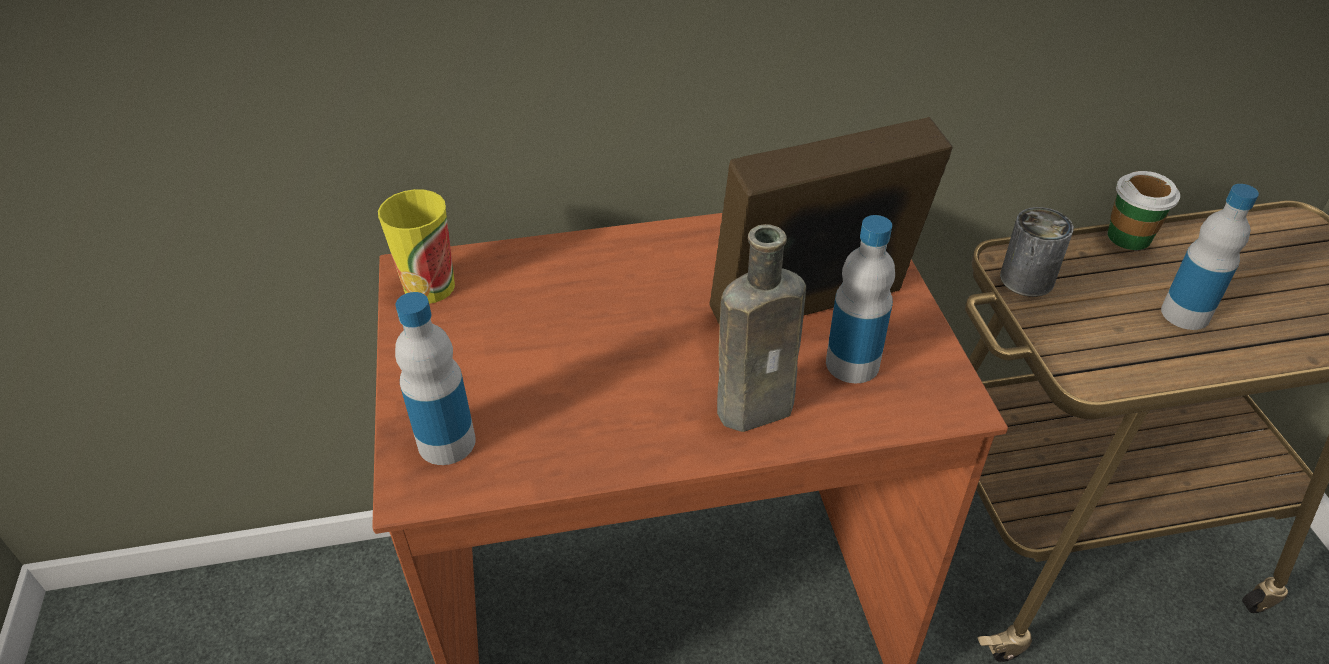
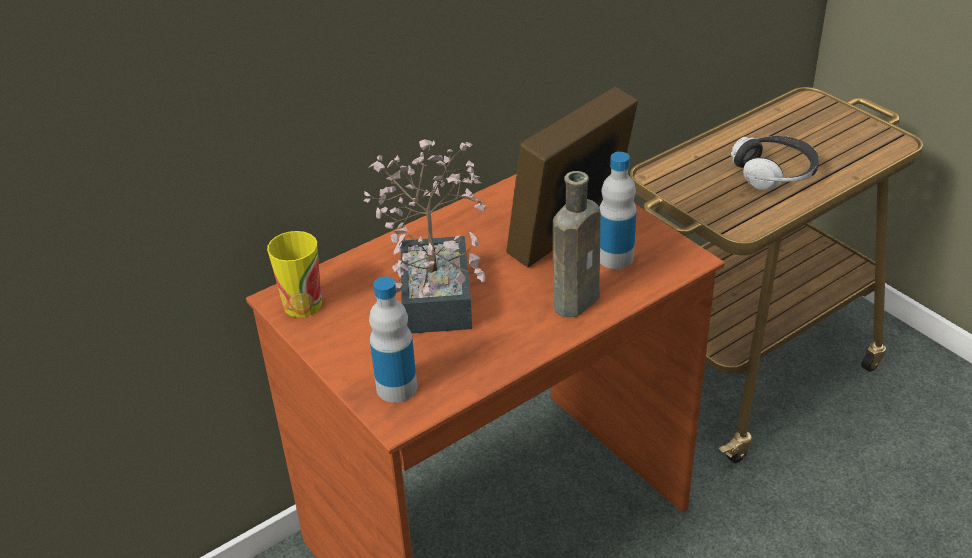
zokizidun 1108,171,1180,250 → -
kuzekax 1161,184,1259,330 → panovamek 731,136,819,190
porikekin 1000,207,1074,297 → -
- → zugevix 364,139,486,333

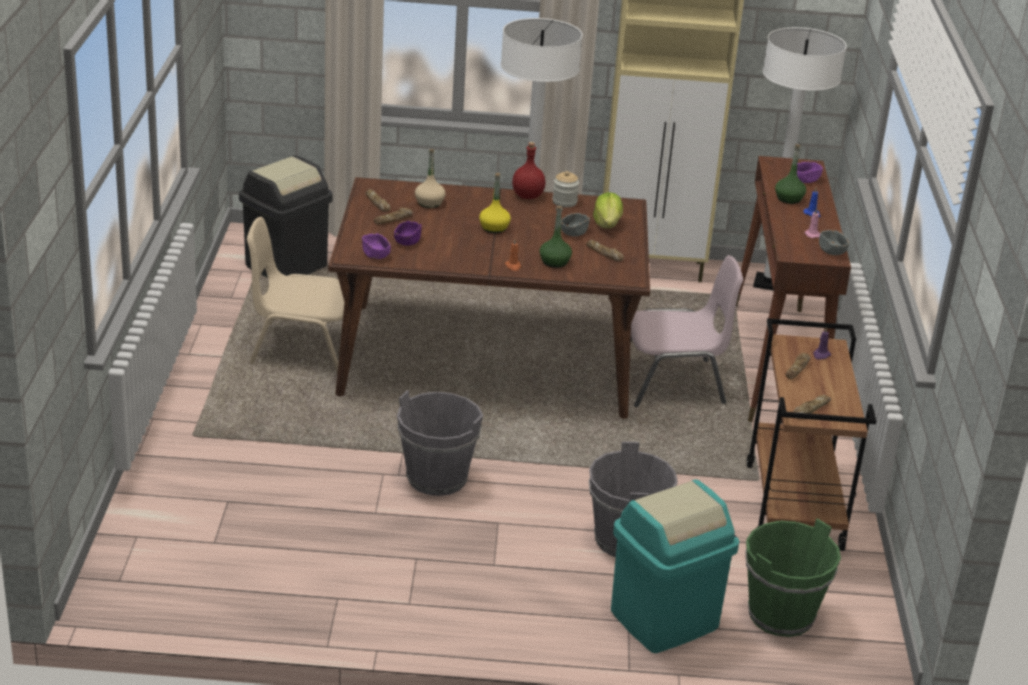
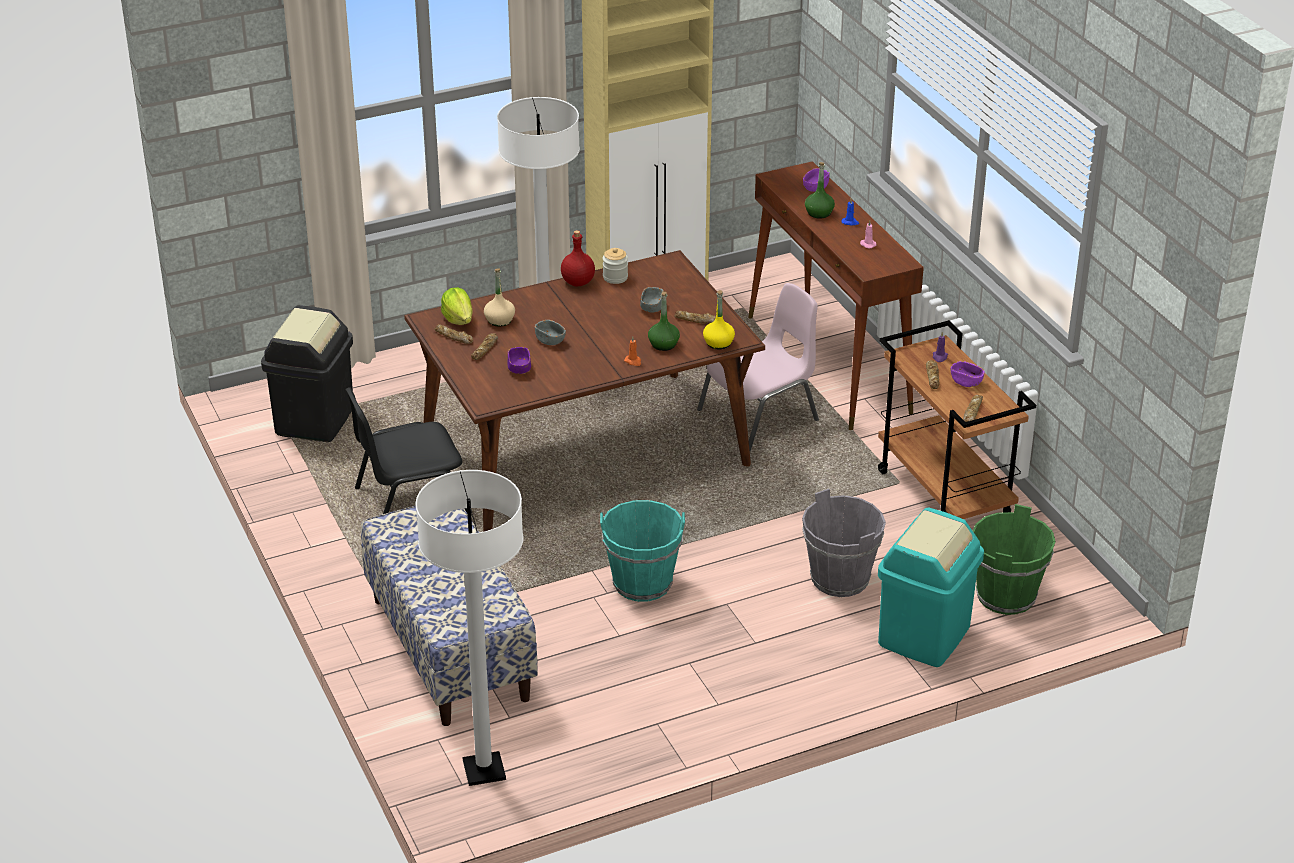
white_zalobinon 753,27,847,291 → white_zalobinon 415,470,524,786, relocated
yellow_kuzekax 479,173,511,233 → yellow_kuzekax 703,290,735,349, relocated
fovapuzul 593,192,623,228 → fovapuzul 441,287,472,325, relocated
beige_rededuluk 247,217,345,373 → black_rededuluk 345,387,467,516
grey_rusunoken 819,230,849,255 → grey_rusunoken 535,320,566,345, relocated
purple_rusunoken 362,234,391,259 → purple_rusunoken 951,361,985,387, relocated
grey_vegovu 397,390,483,496 → turquoise_vegovu 600,500,685,602
- → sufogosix 361,506,538,726

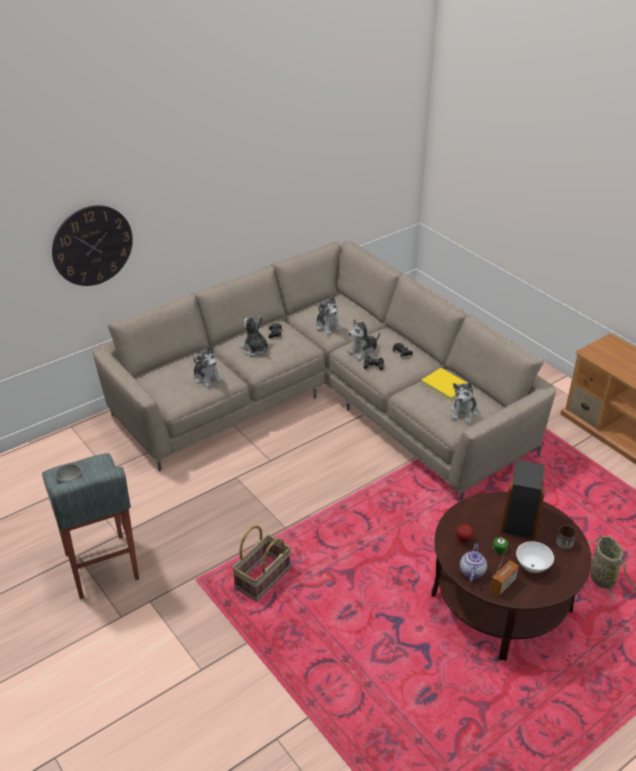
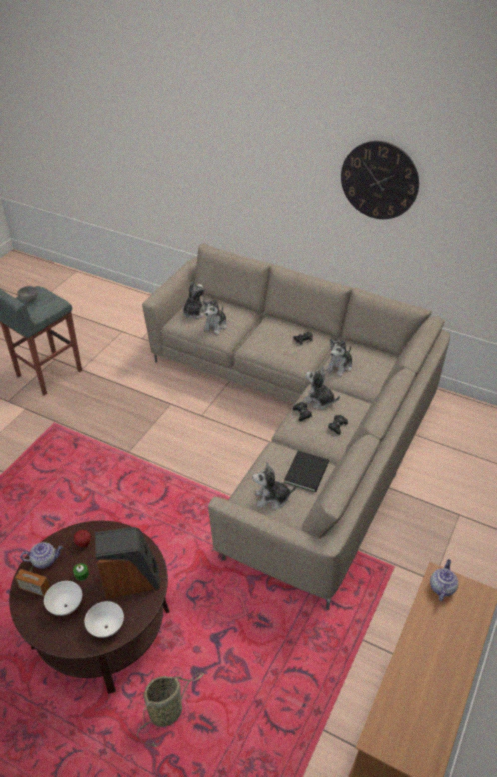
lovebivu 52,205,133,286 → lovebivu 341,141,419,219, relocated
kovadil 241,315,268,356 → kovadil 183,282,205,319, relocated
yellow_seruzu 421,368,467,401 → black_seruzu 284,451,329,492
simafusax 556,525,576,549 → white_rusunoken 84,601,124,638
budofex 232,526,291,602 → -
- → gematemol 430,559,458,601

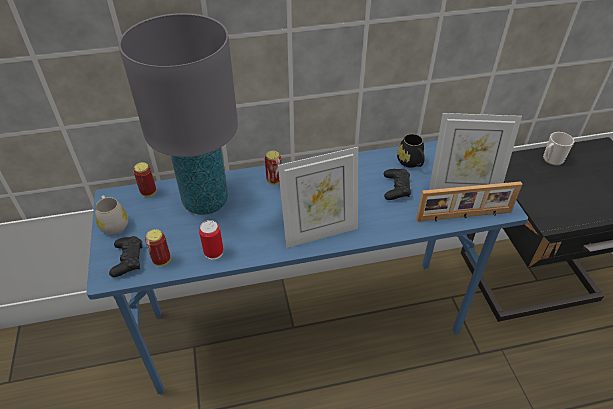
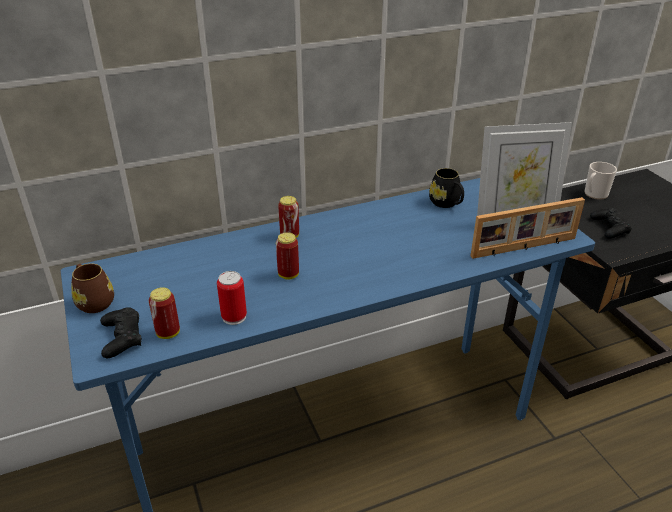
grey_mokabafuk 119,13,238,215 → -
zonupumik 278,147,358,248 → -
porikekin 134,162,156,197 → porikekin 276,232,299,280, relocated
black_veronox 384,169,411,200 → black_veronox 590,208,632,239, relocated
white_simafusax 95,195,128,235 → brown_simafusax 71,263,114,313

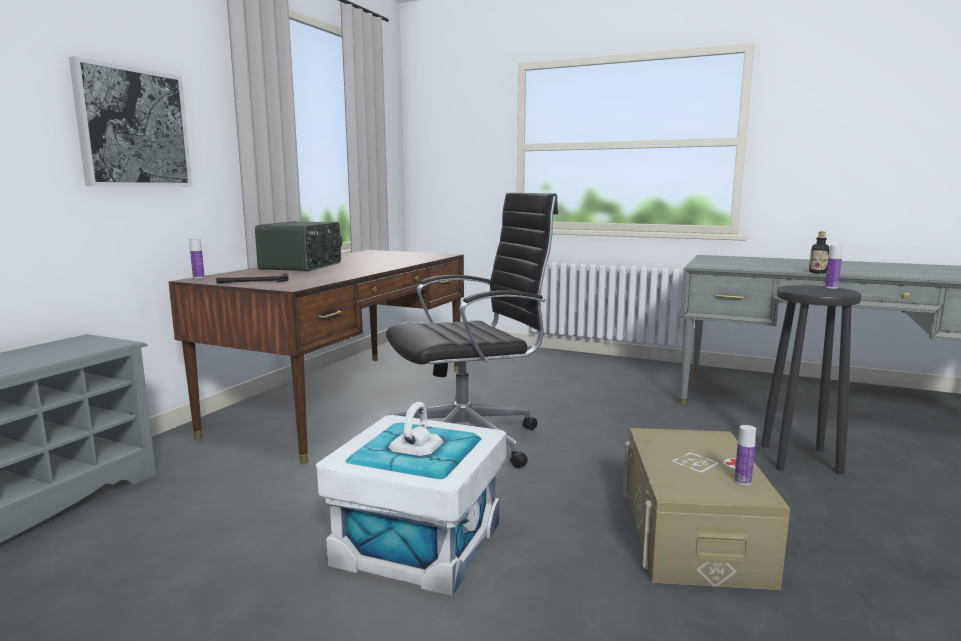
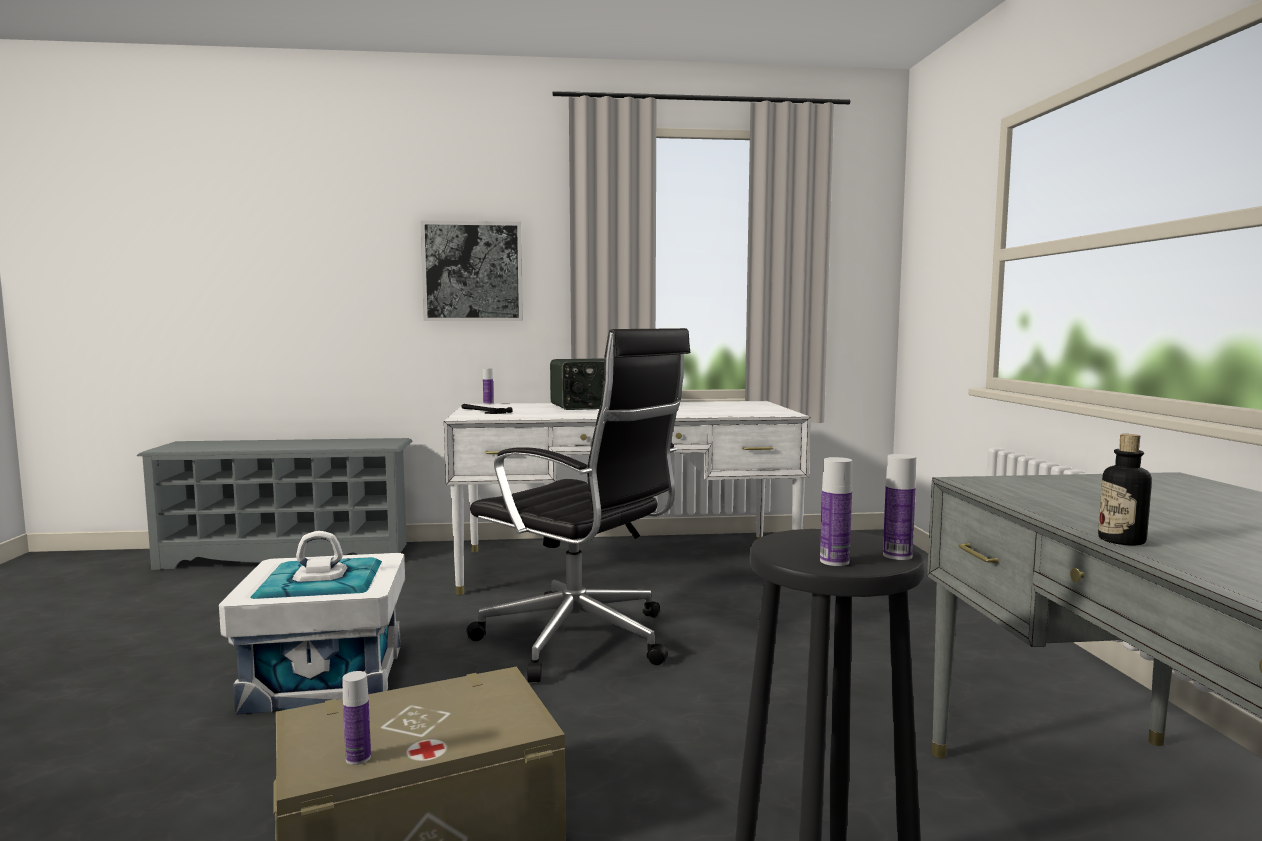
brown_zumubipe 169,250,464,464 → white_zumubipe 444,401,811,595
- → kuzekax 820,457,852,566

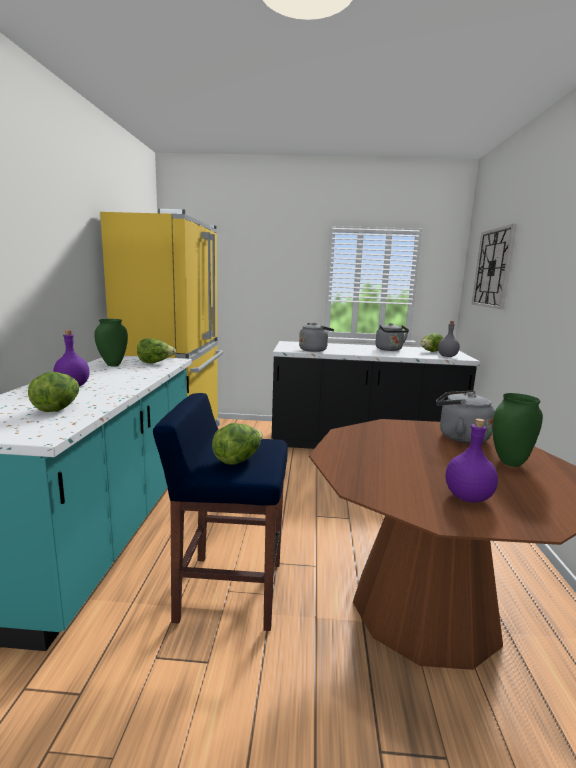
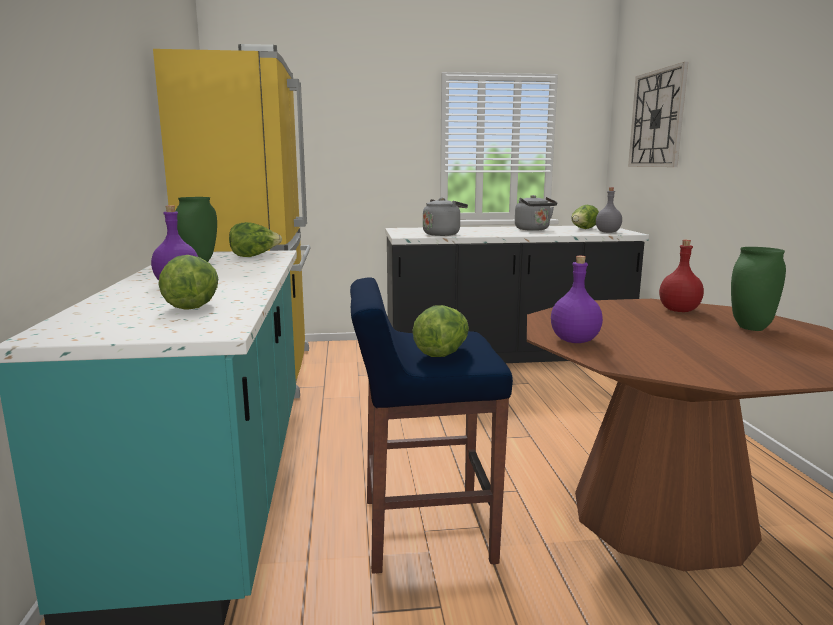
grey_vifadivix 436,391,495,444 → red_kuzekax 659,240,704,312
purple_kuzekax 446,419,498,502 → purple_kuzekax 551,256,603,343, relocated

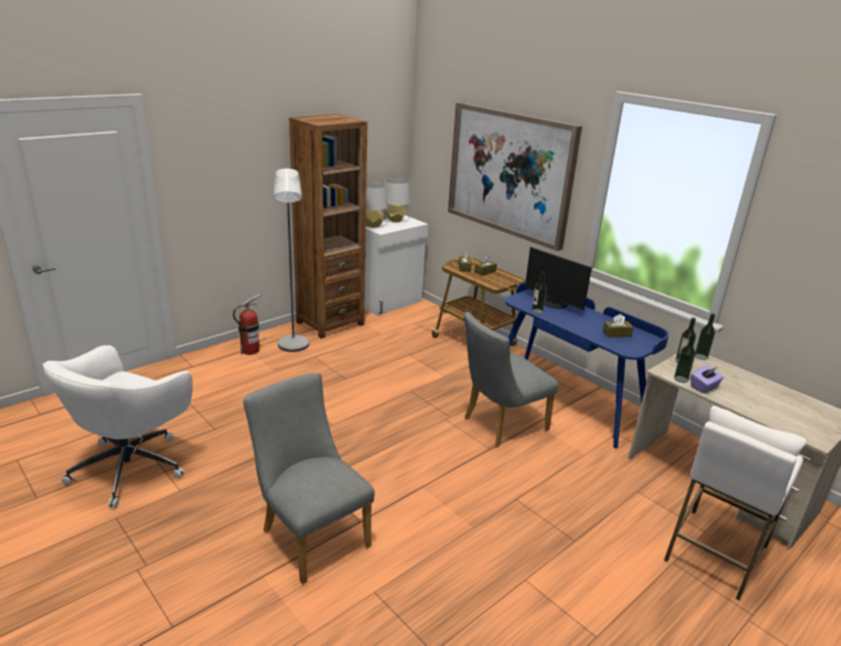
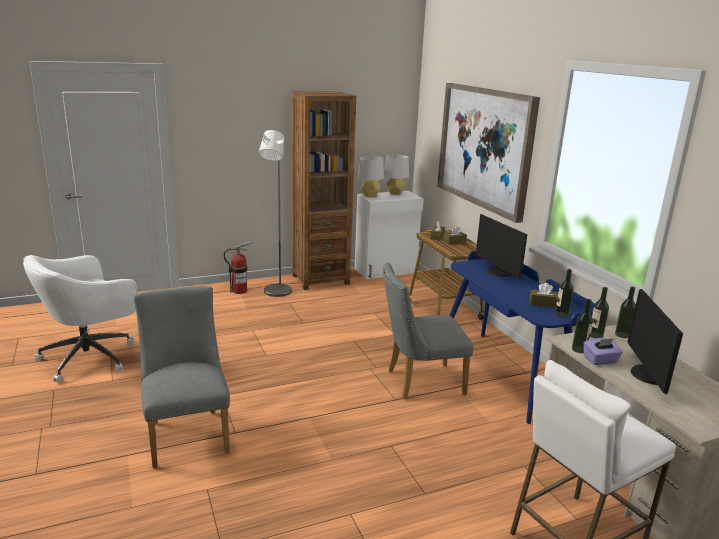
kuzekax 532,271,547,314 → kuzekax 555,269,574,318, relocated
- → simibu 627,289,683,394

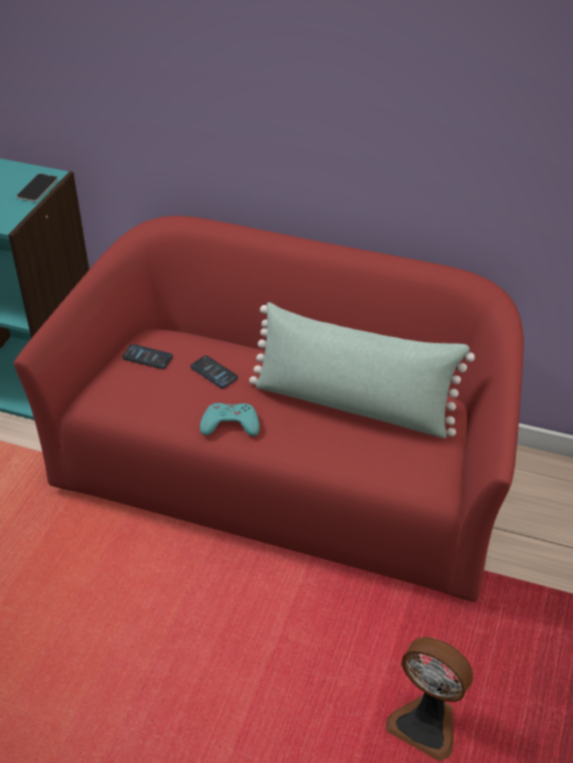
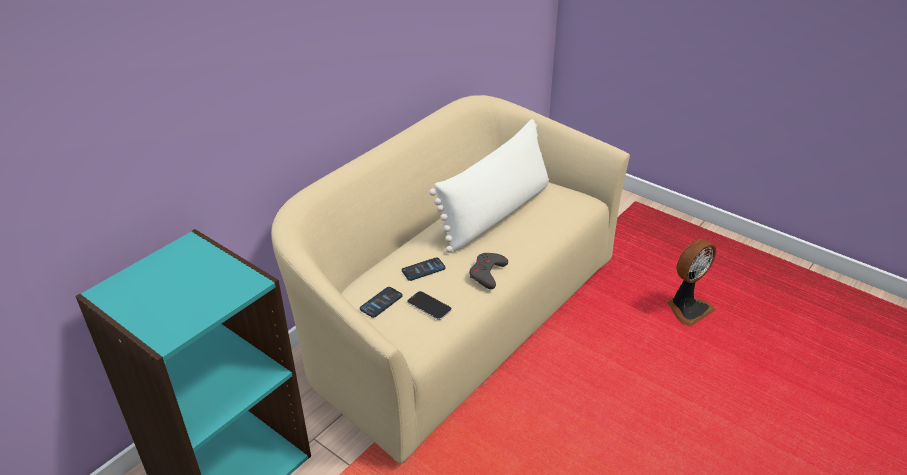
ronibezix 16,173,58,202 → ronibezix 407,291,452,320, relocated
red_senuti 14,216,524,602 → beige_senuti 271,95,630,463
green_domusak 249,302,475,439 → white_domusak 429,119,549,253
turquoise_veronox 200,403,260,436 → grey_veronox 469,253,508,289

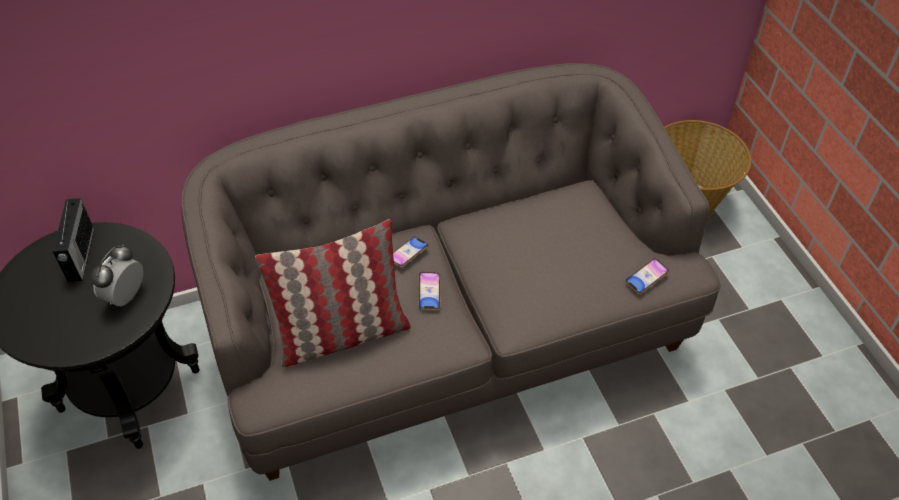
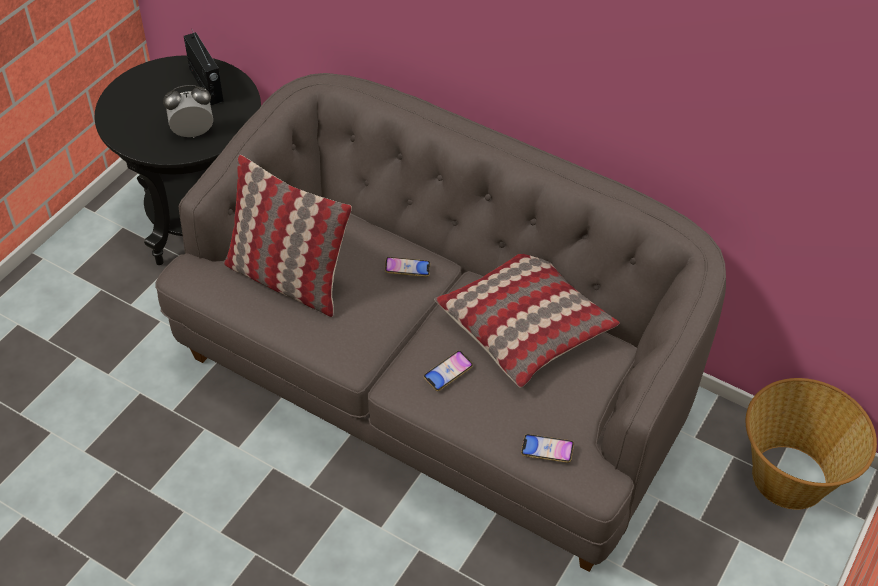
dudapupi 53,198,94,282 → dudapupi 184,30,224,105, 75 degrees counterclockwise
ronibezix 418,272,441,310 → ronibezix 424,351,473,391, relocated
- → domusak 434,254,619,388

